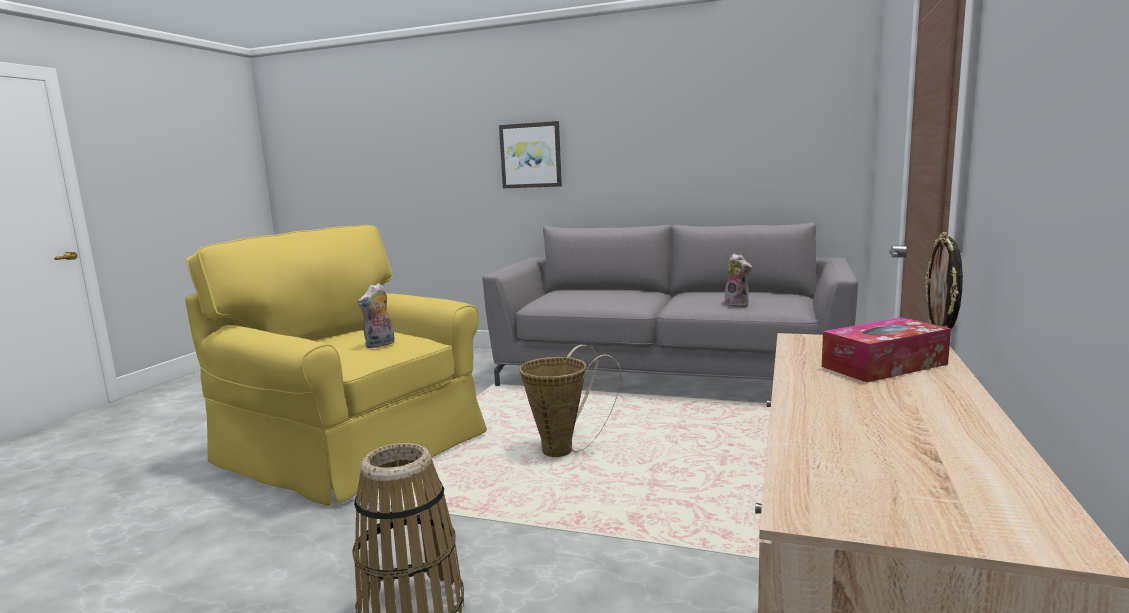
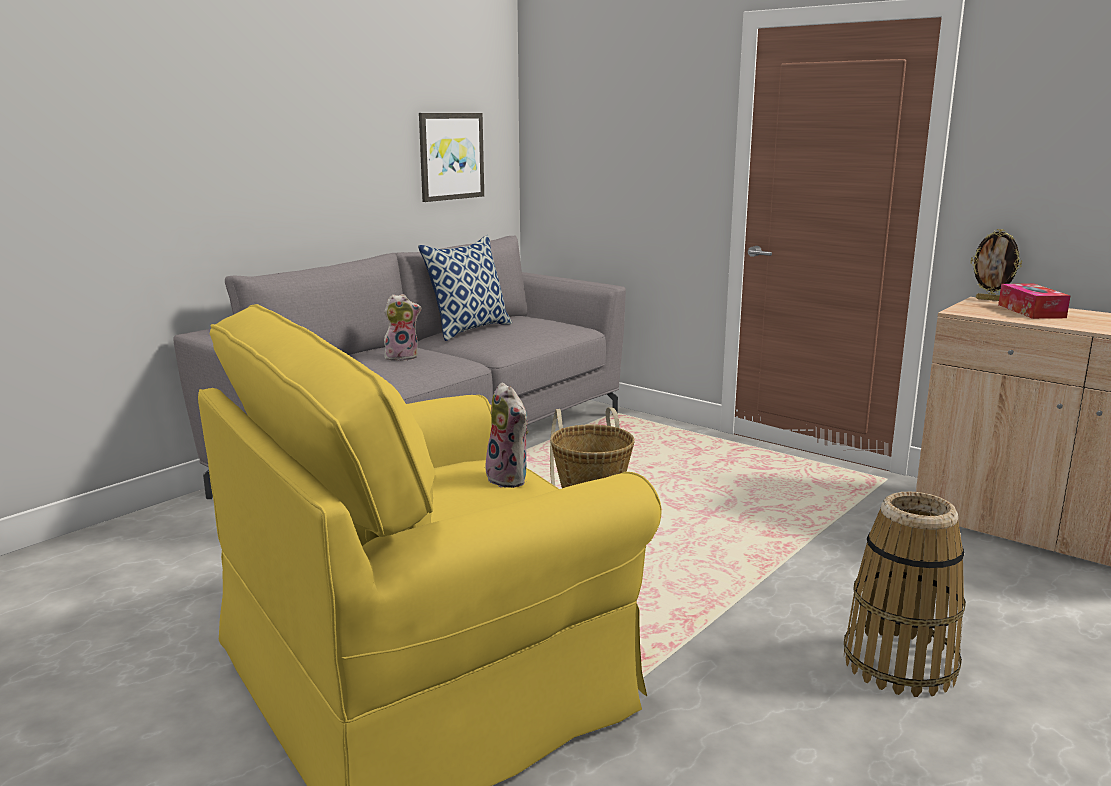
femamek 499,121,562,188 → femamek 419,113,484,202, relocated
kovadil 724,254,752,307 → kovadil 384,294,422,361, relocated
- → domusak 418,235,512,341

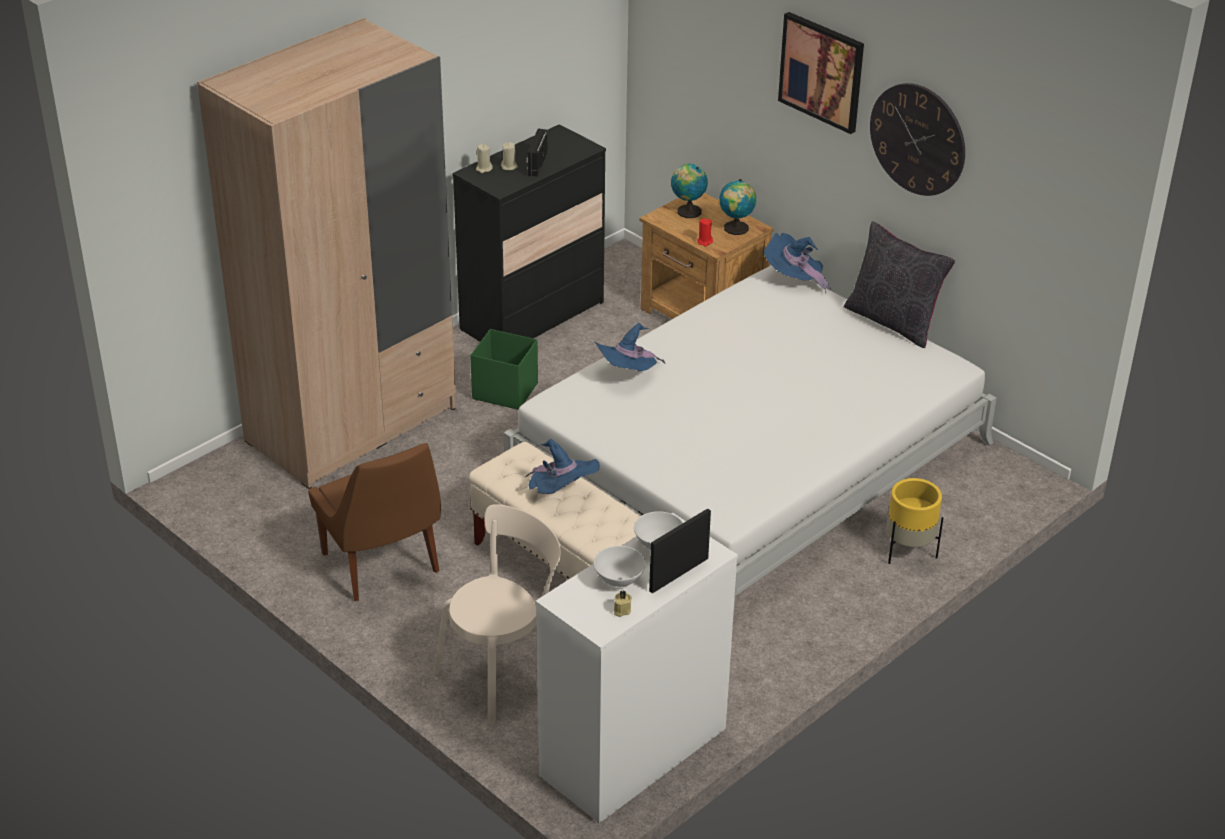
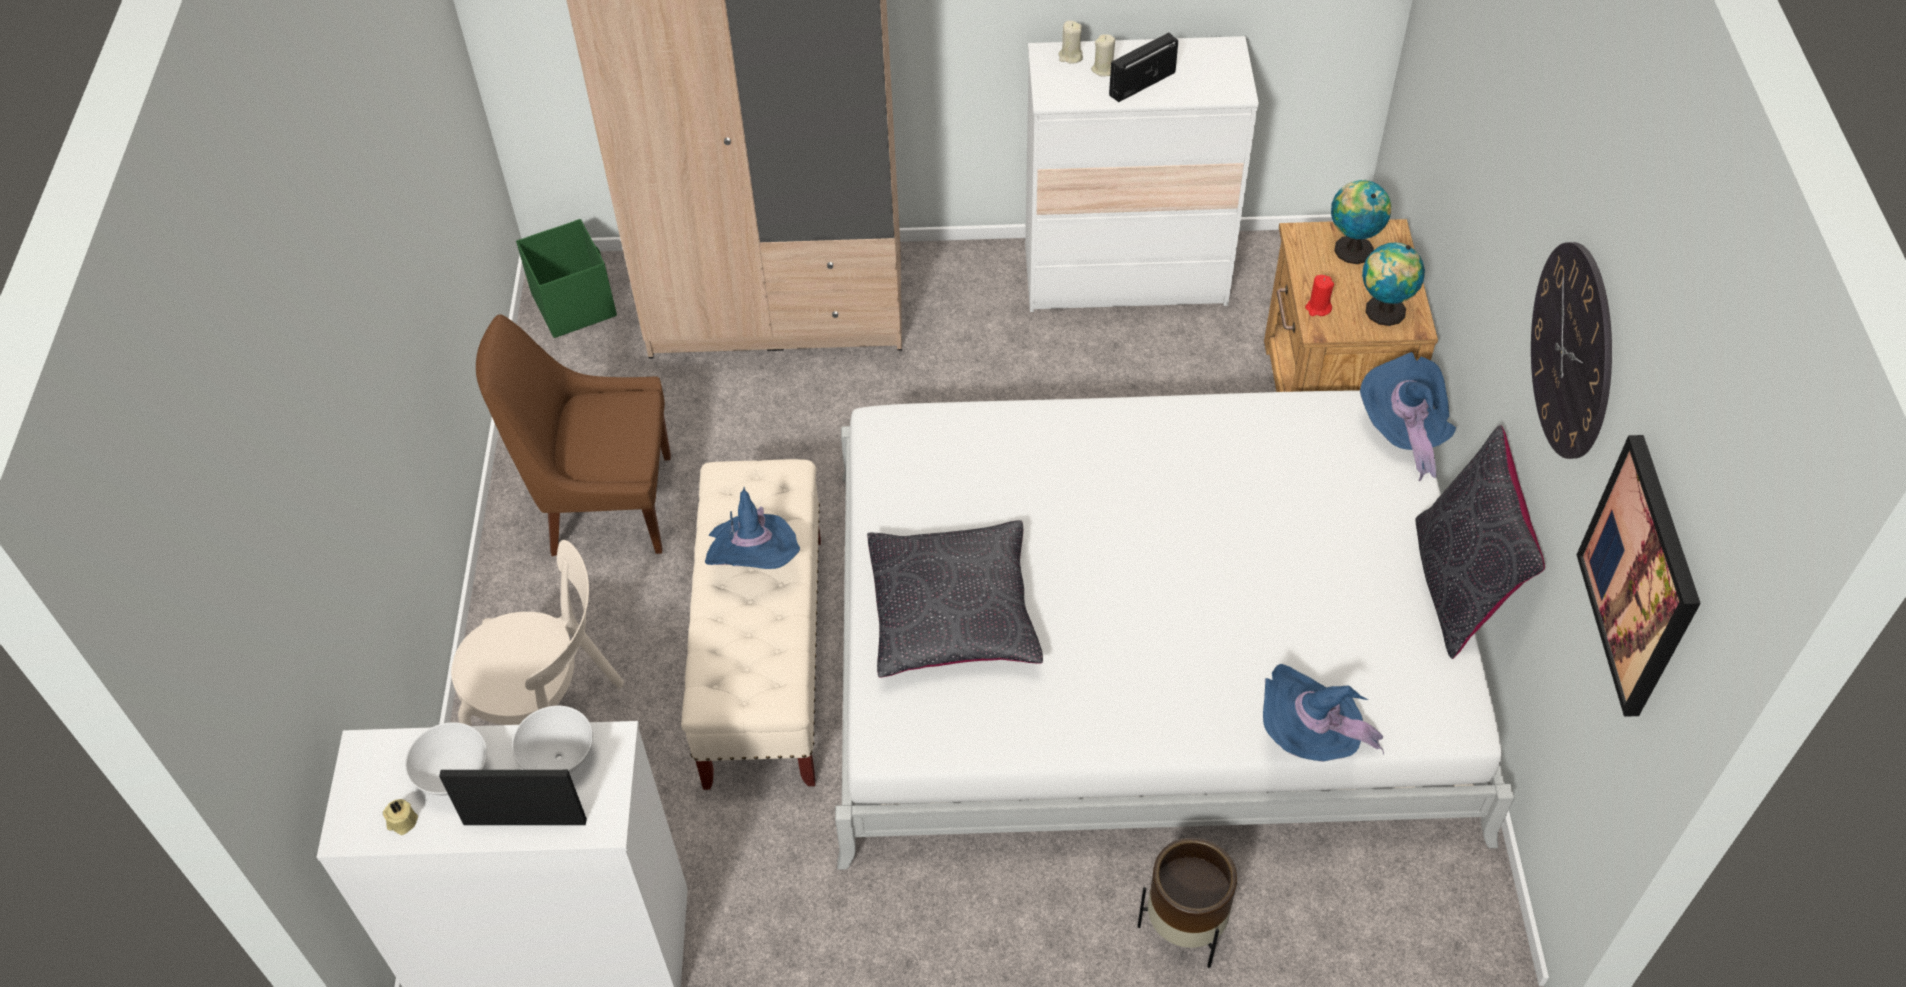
femamek 778,12,864,134 → femamek 1577,435,1701,717, relocated
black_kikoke 452,124,606,342 → white_kikoke 1025,36,1259,312
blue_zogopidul 594,323,665,371 → blue_zogopidul 1263,664,1384,762, relocated
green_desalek 470,329,538,410 → green_desalek 516,219,617,338, relocated
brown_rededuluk 308,443,441,601 → brown_rededuluk 476,314,671,556, 75 degrees clockwise
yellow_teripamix 887,478,944,564 → brown_teripamix 1138,838,1237,968
- → black_domusak 867,520,1043,677

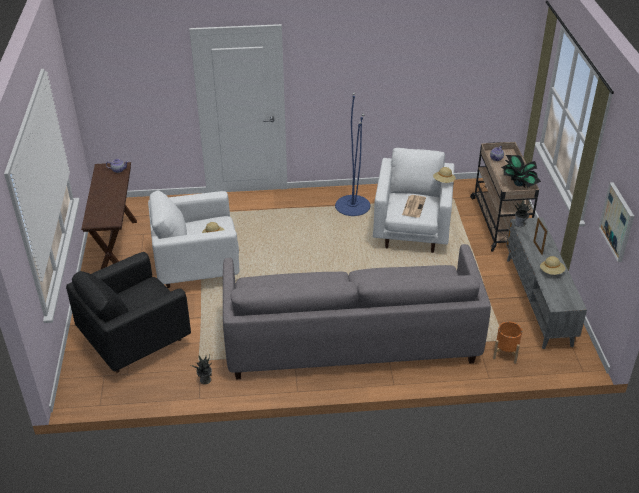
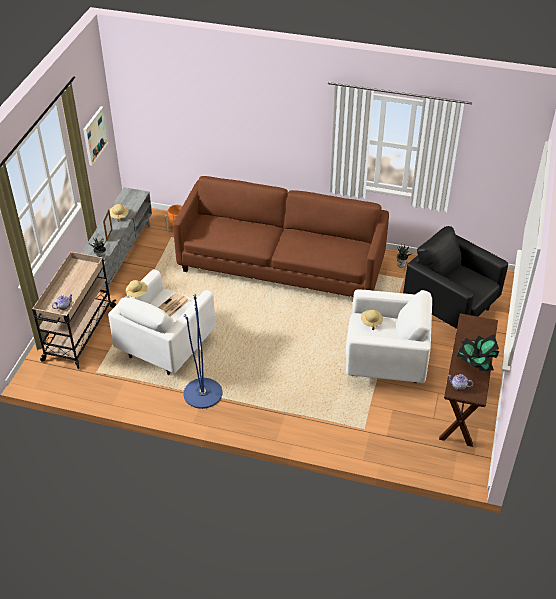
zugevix 501,155,541,188 → zugevix 457,334,499,371, relocated
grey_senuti 223,244,491,380 → brown_senuti 173,176,389,297
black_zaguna 66,252,191,373 → black_zaguna 403,226,508,329, 120 degrees counterclockwise

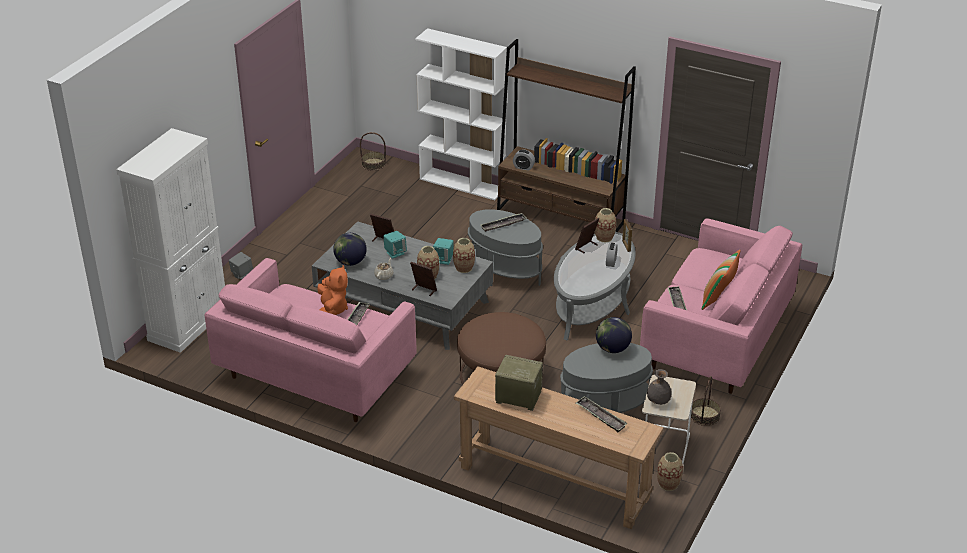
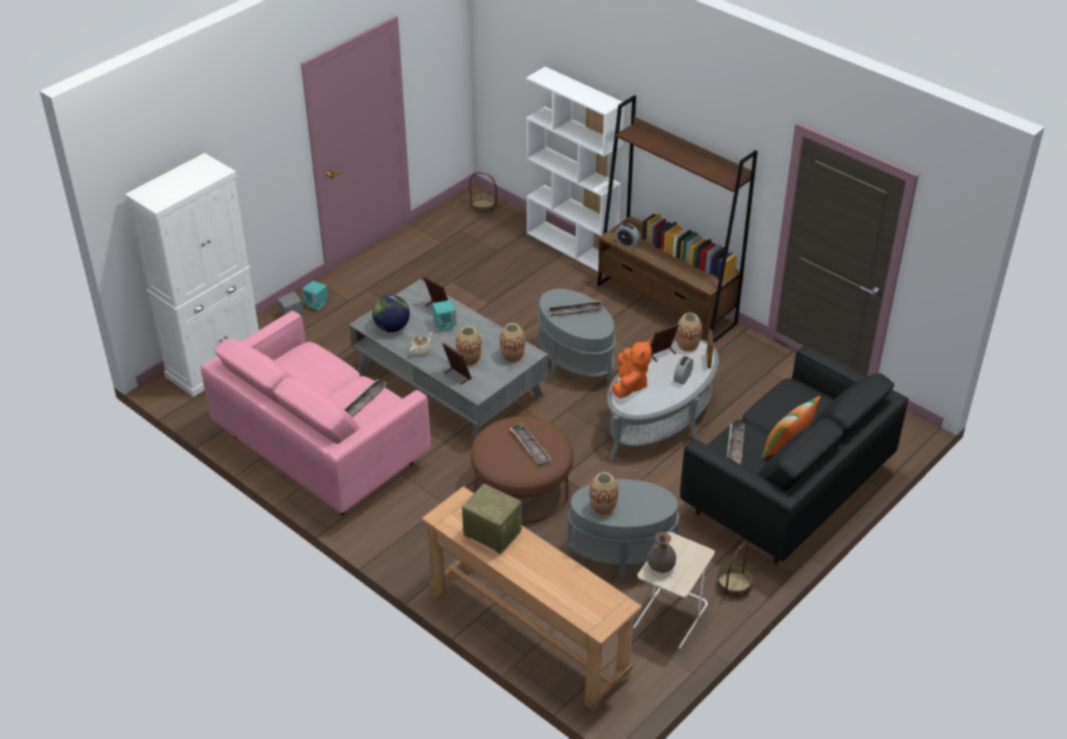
pink_senuti 640,218,802,394 → black_senuti 680,345,908,564
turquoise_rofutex 433,238,454,265 → turquoise_rofutex 302,281,327,310, relocated
orange_kovadil 317,265,348,315 → orange_kovadil 611,339,652,398, relocated
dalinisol 596,317,632,353 → -
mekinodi 576,396,628,432 → mekinodi 510,423,552,466, relocated
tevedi 657,452,683,491 → tevedi 589,472,618,516, relocated

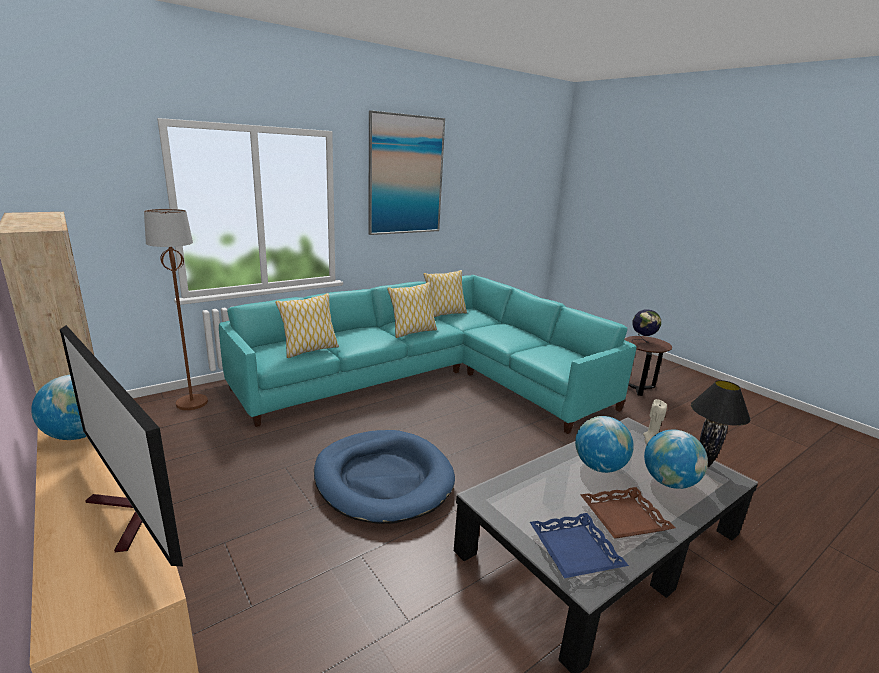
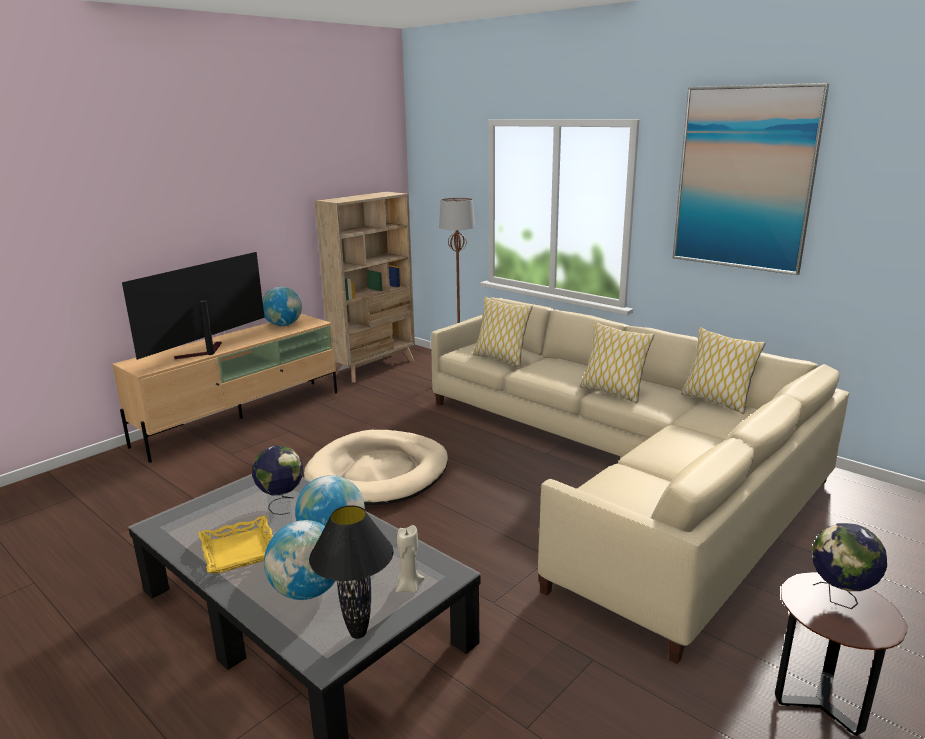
turquoise_senuti 219,275,636,434 → beige_senuti 431,297,849,664
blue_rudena 314,430,455,524 → beige_rudena 304,430,448,505
brown_mekinodi 580,487,675,539 → yellow_mekinodi 198,516,273,574
blue_mekinodi 530,513,629,578 → -
- → dalinisol 252,446,303,515

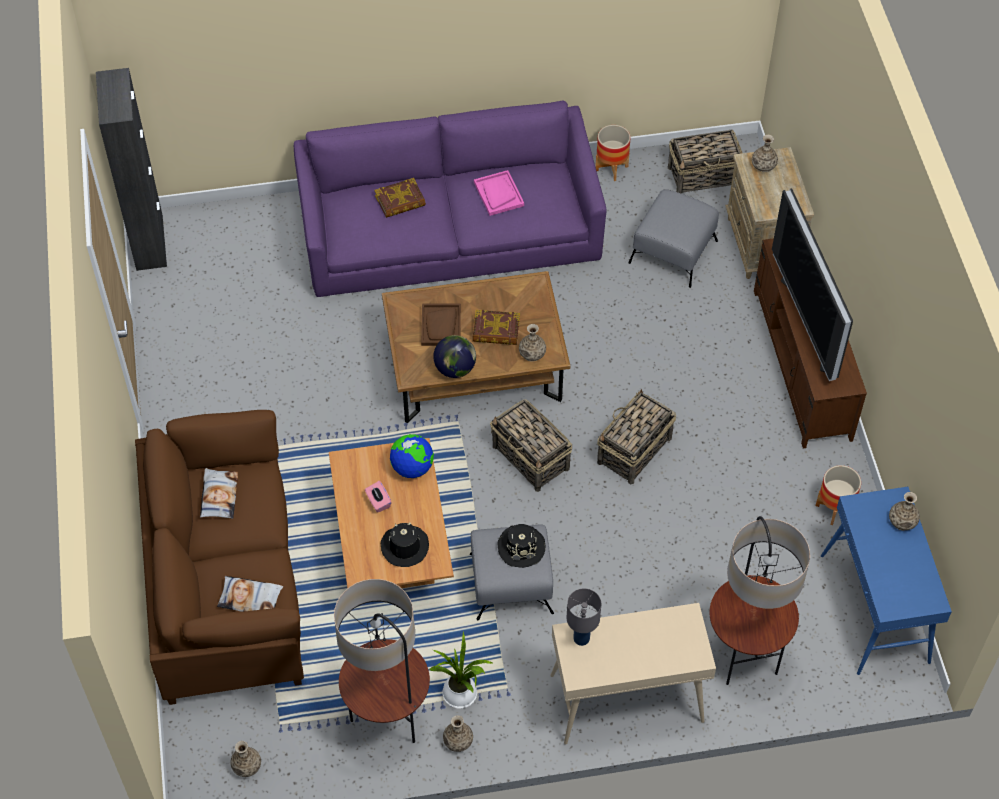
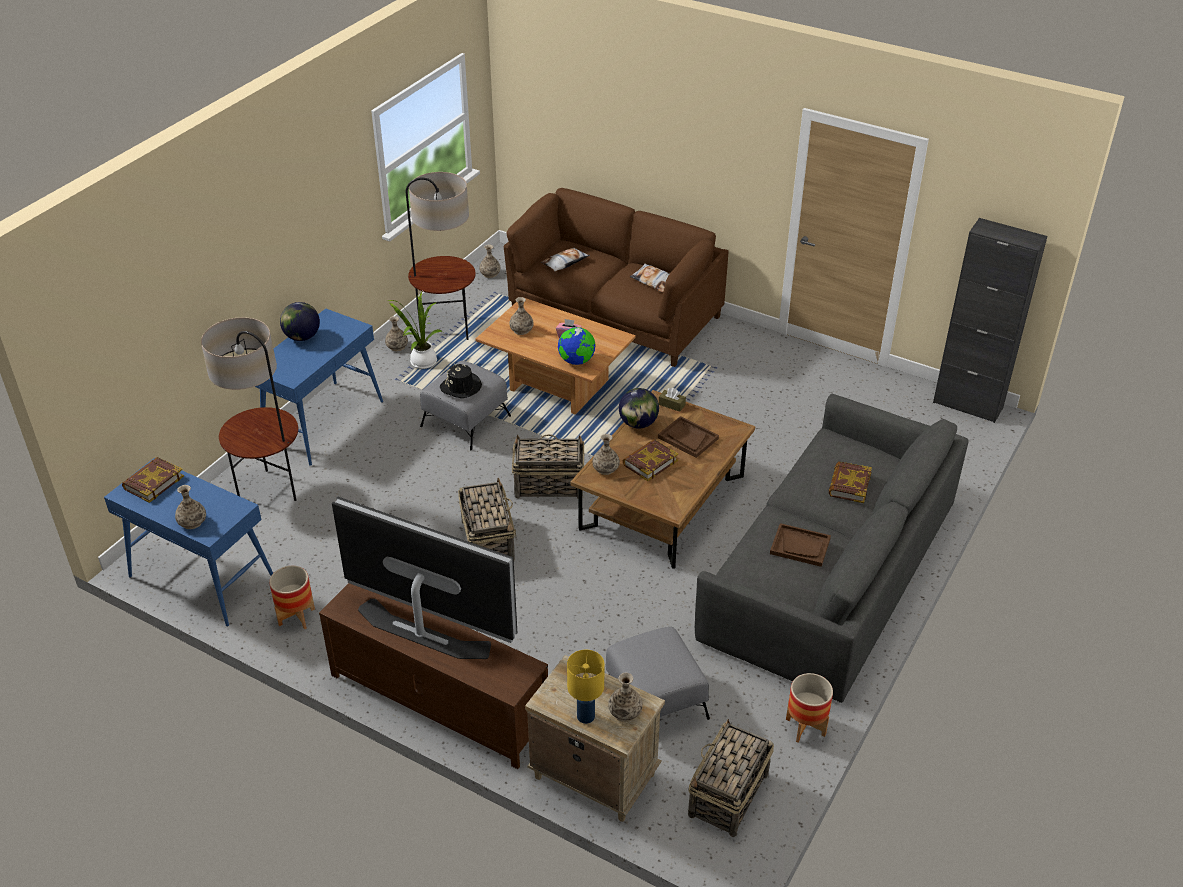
purple_senuti 294,101,606,297 → grey_senuti 695,394,969,703
pink_mekinodi 474,170,524,216 → brown_mekinodi 770,523,831,567
black_zogopidul 381,523,429,567 → tevedi 509,297,534,335
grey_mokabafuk 567,588,601,646 → -
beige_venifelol 550,603,716,744 → blue_venifelol 255,309,383,466
- → dalinisol 280,302,320,341
- → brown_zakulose 659,388,686,412
- → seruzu 122,457,184,503
- → yellow_mokabafuk 567,650,604,724

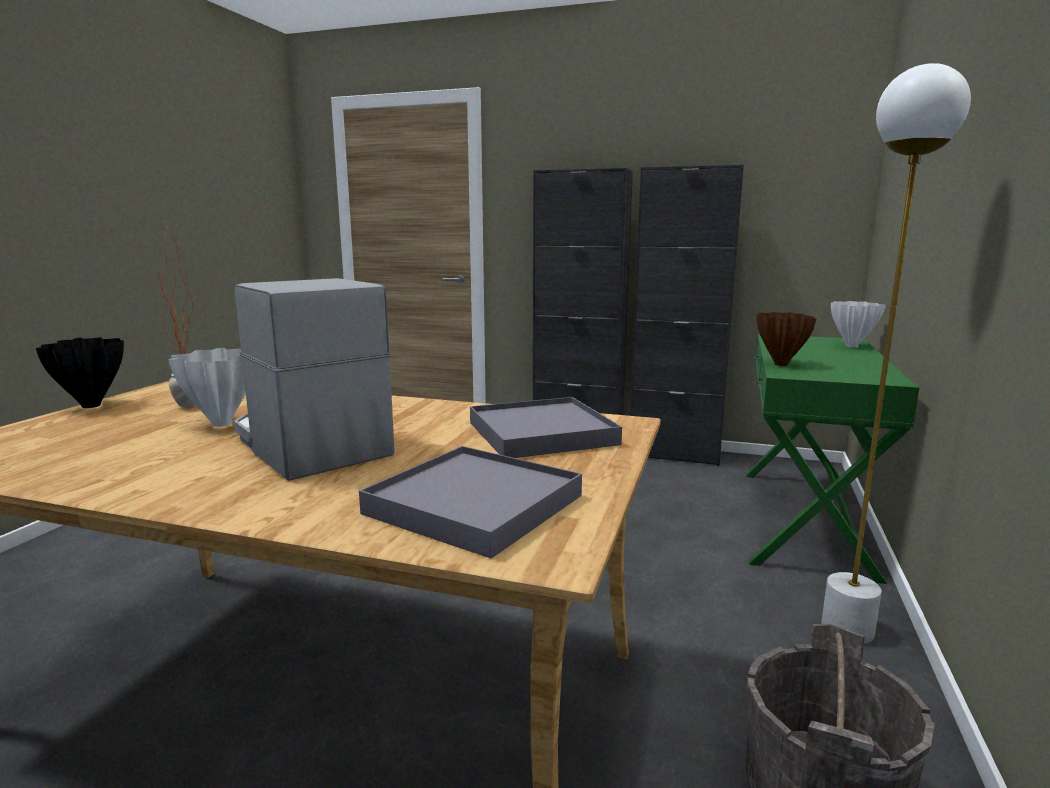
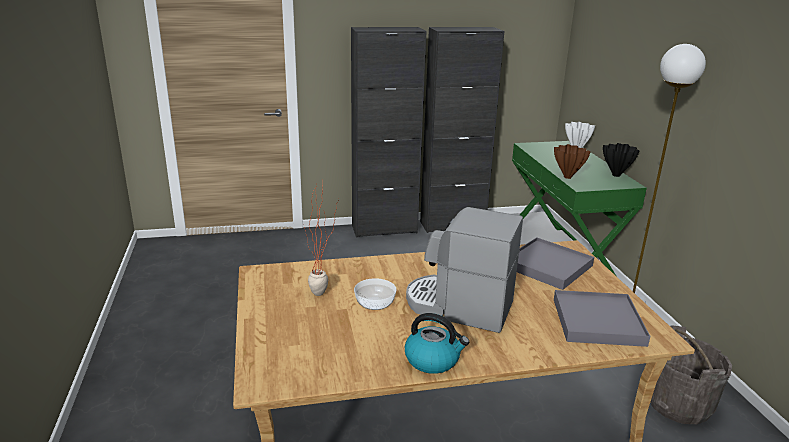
black_tevedi 36,338,124,408 → black_tevedi 603,143,640,177, relocated
white_tevedi 168,348,246,427 → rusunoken 354,278,396,310
- → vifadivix 405,313,469,374

